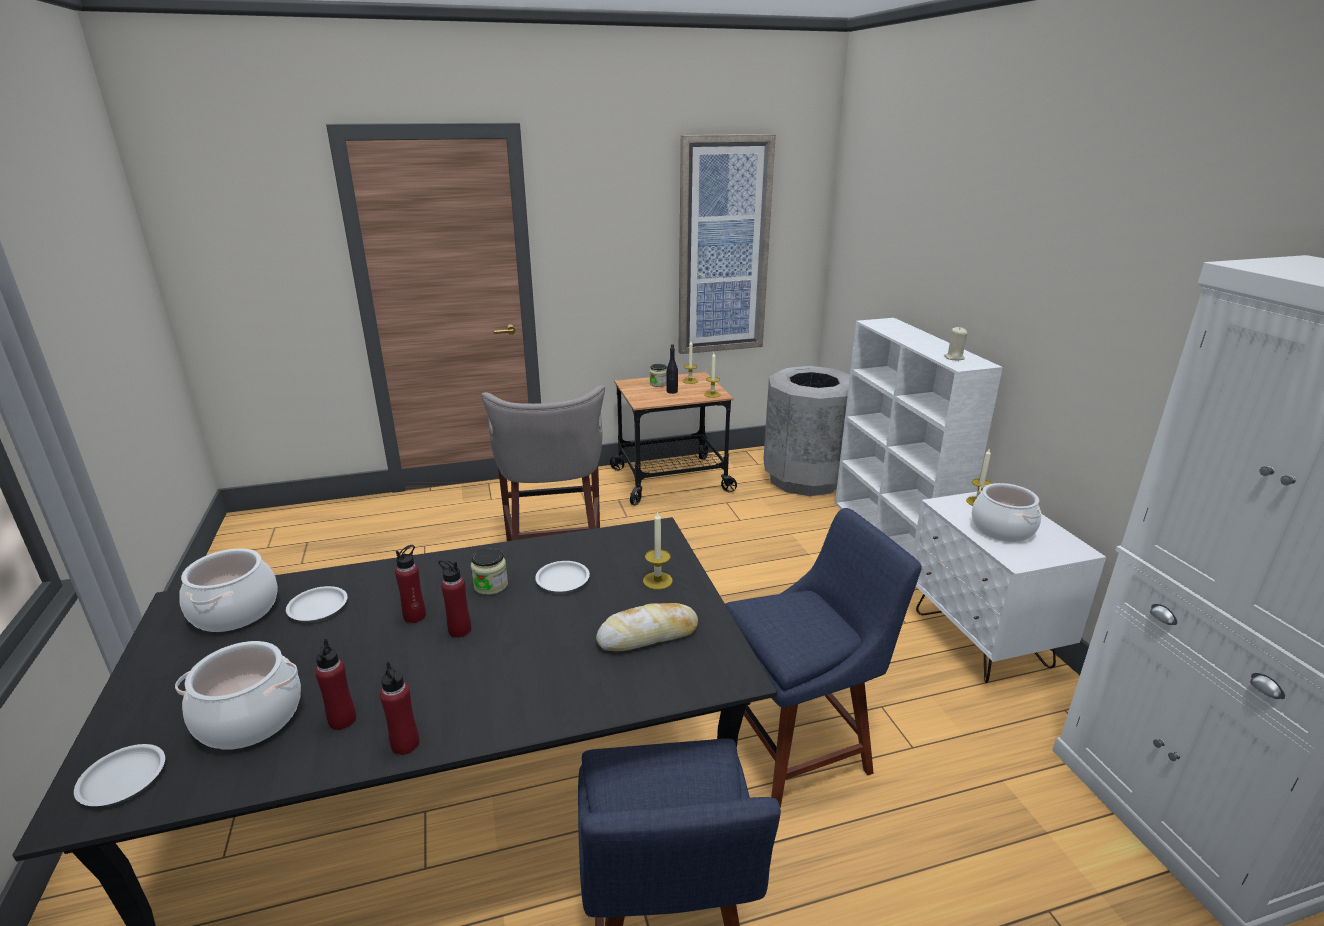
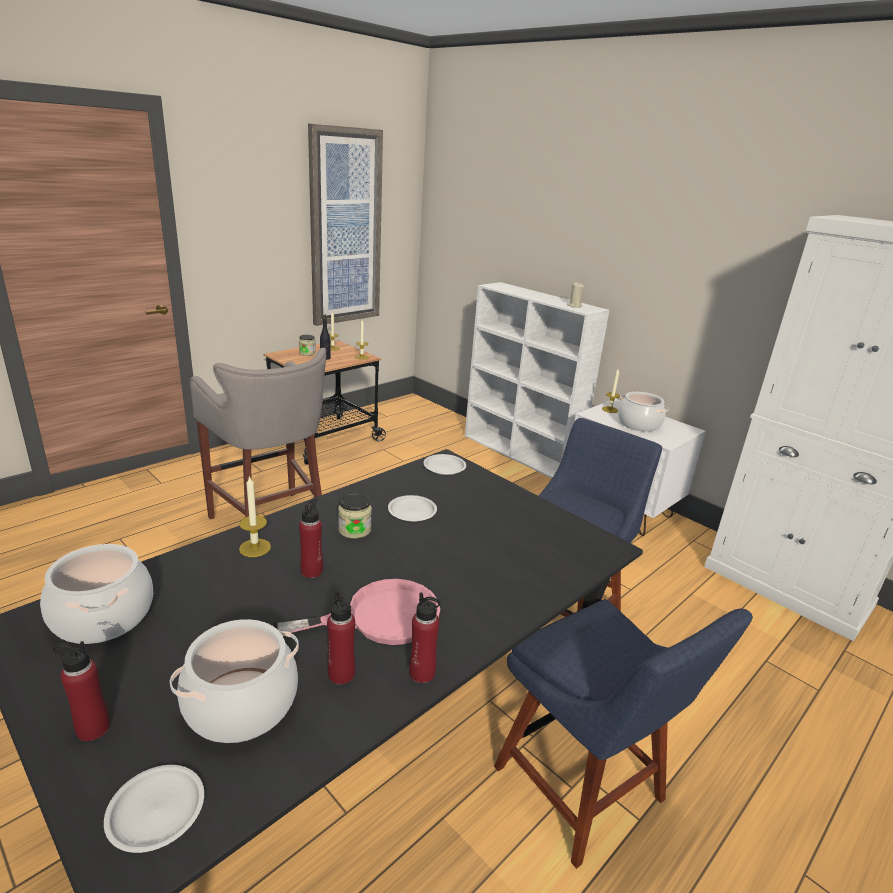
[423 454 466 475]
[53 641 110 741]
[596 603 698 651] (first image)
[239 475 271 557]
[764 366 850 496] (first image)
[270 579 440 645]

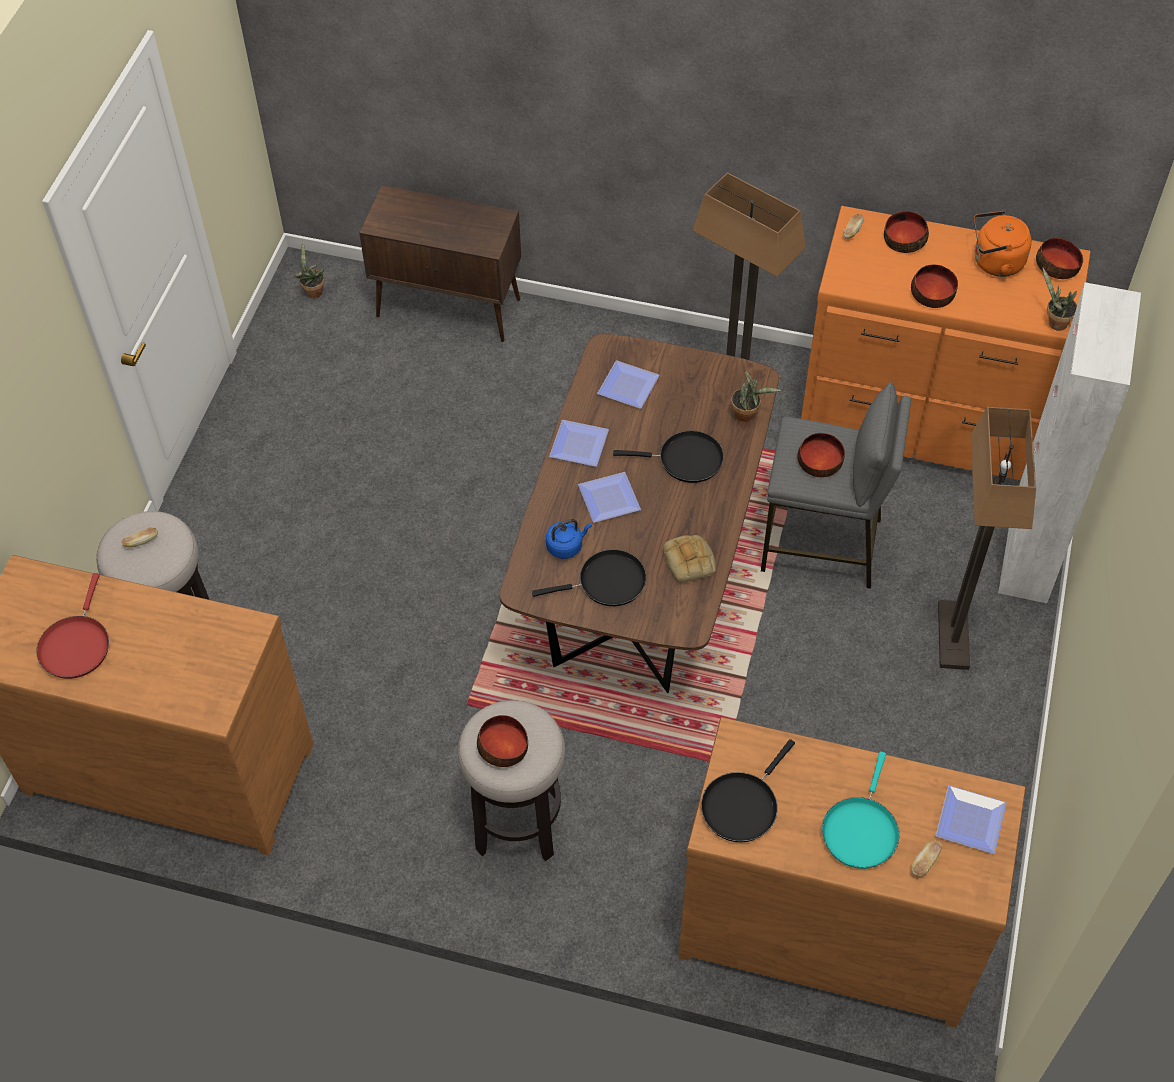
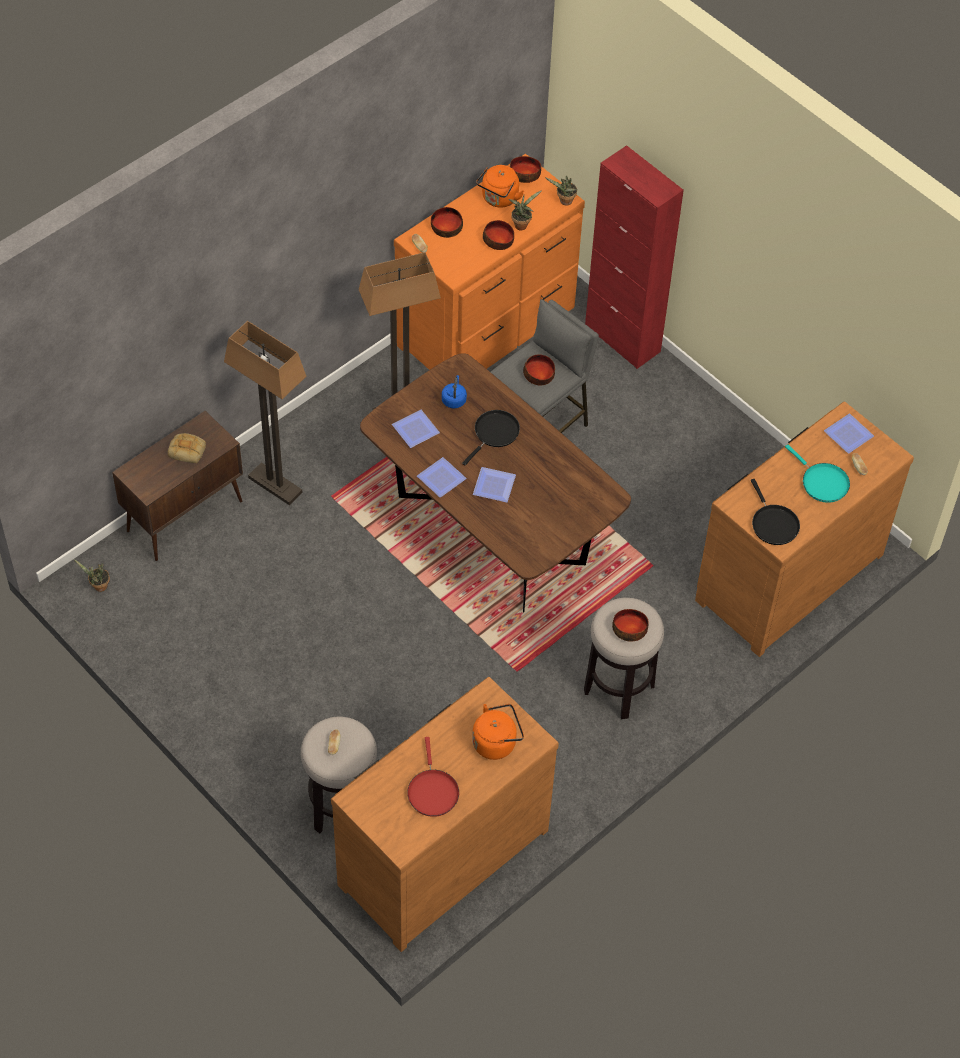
[407 737 459 817]
[532 549 646 606] (first image)
[442 375 467 408]
[168 433 206 463]
[508 190 542 230]
[224 321 306 505]
[585 145 684 369]
[472 704 524 760]

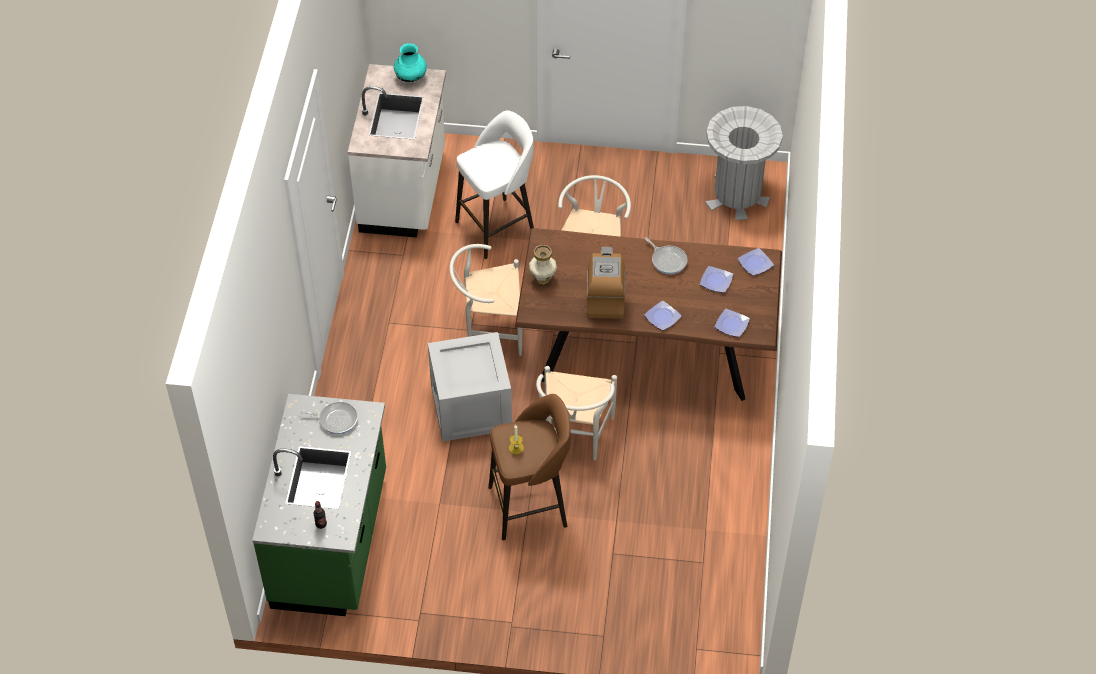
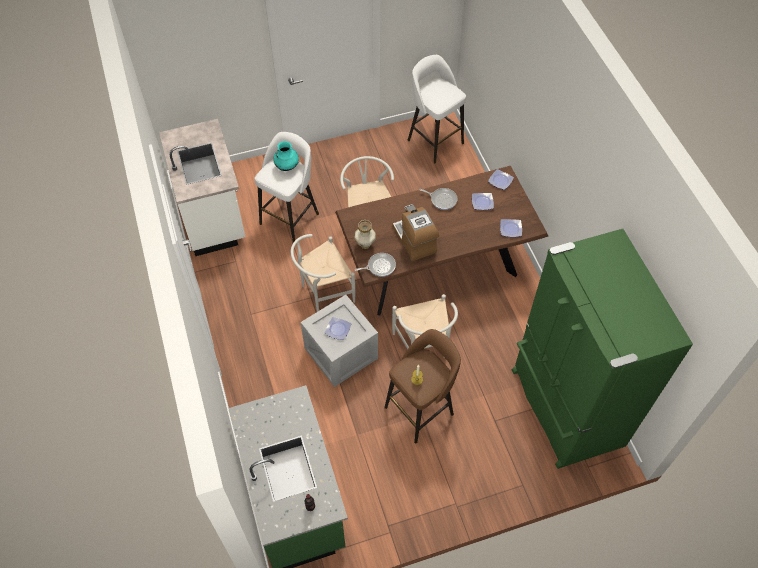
[355 253 396 277]
[273 141 299 171]
[325 317 351 340]
[407 55 466 163]
[512 229 693 469]

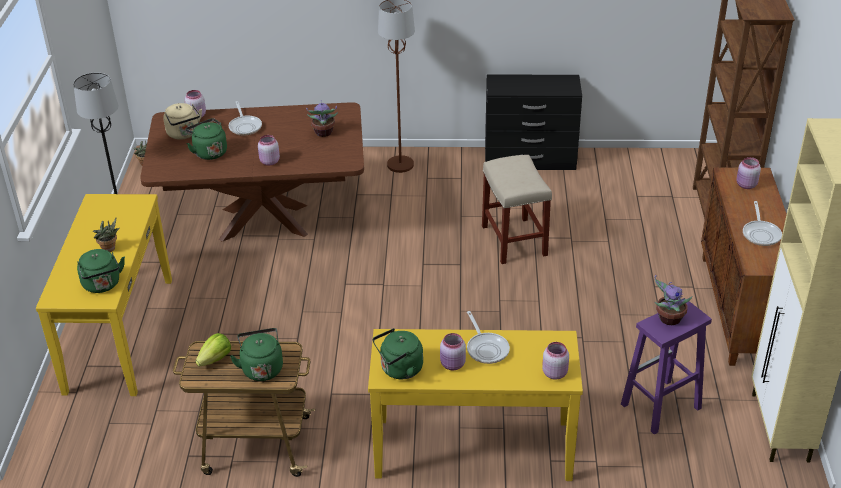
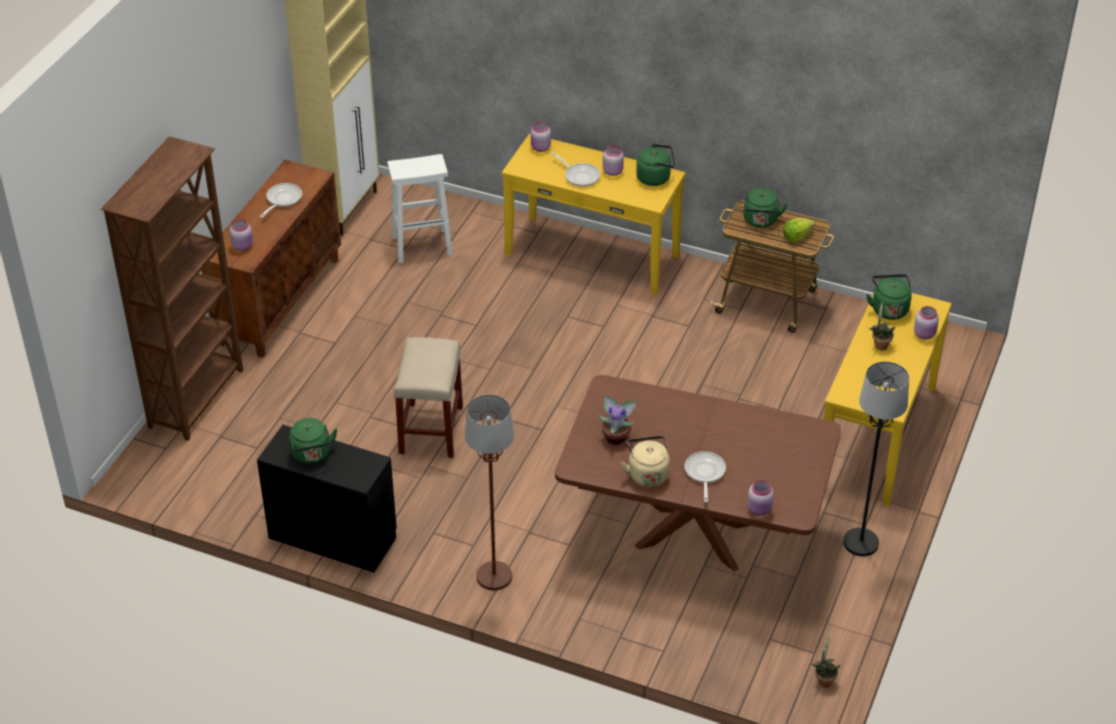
[621 436 670 487]
[289 418 337 464]
[914 306 939 340]
[551 152 600 187]
[387 154 453 263]
[655 275 693 325] (first image)

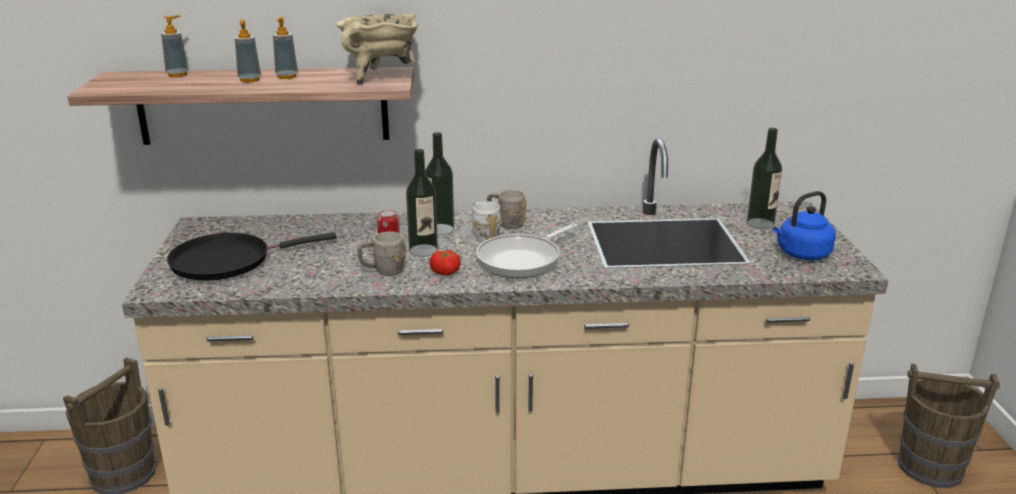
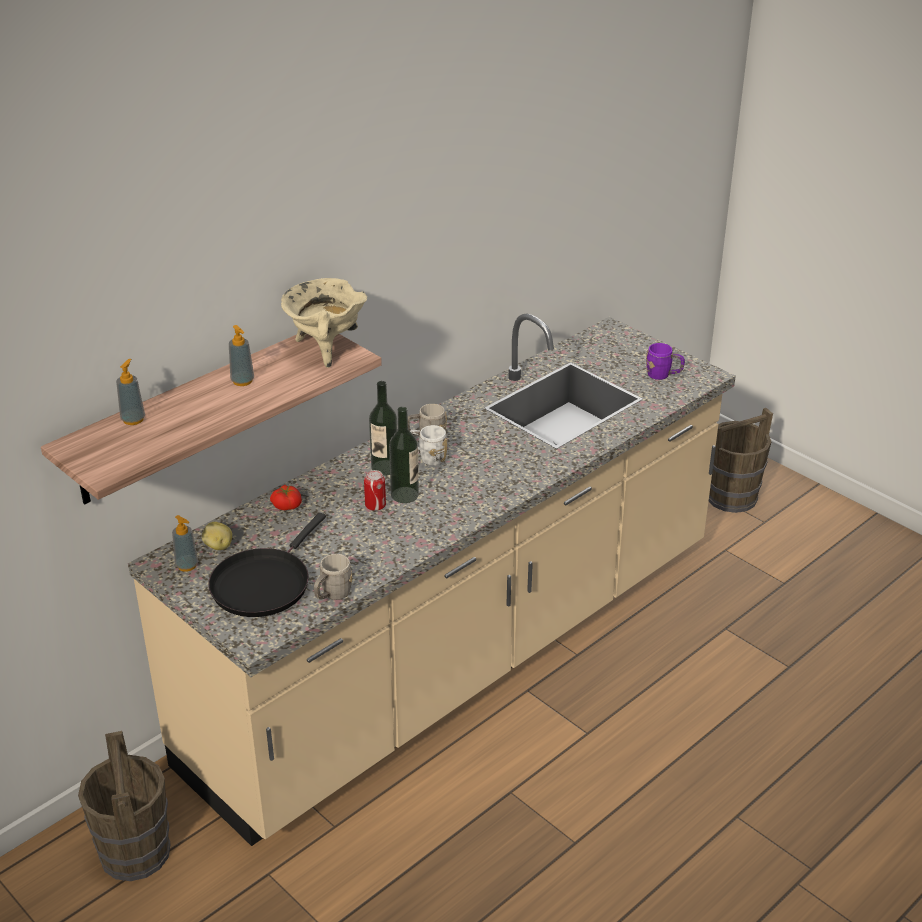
[172 515 198 572]
[314 554 352 600]
[270 485 302 510]
[476 224 578 278] (first image)
[747 128 782 229] (first image)
[646 343 685 380]
[202 522 232 550]

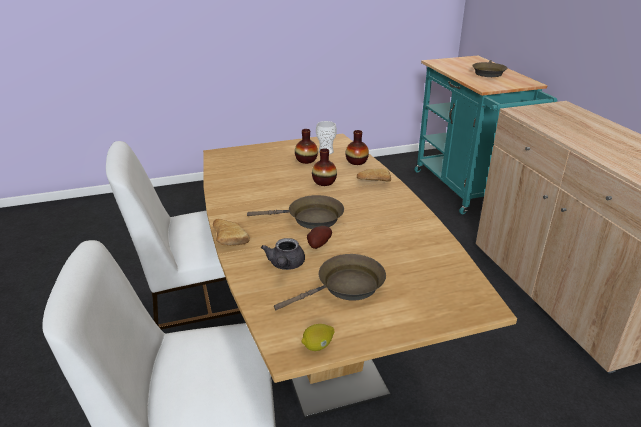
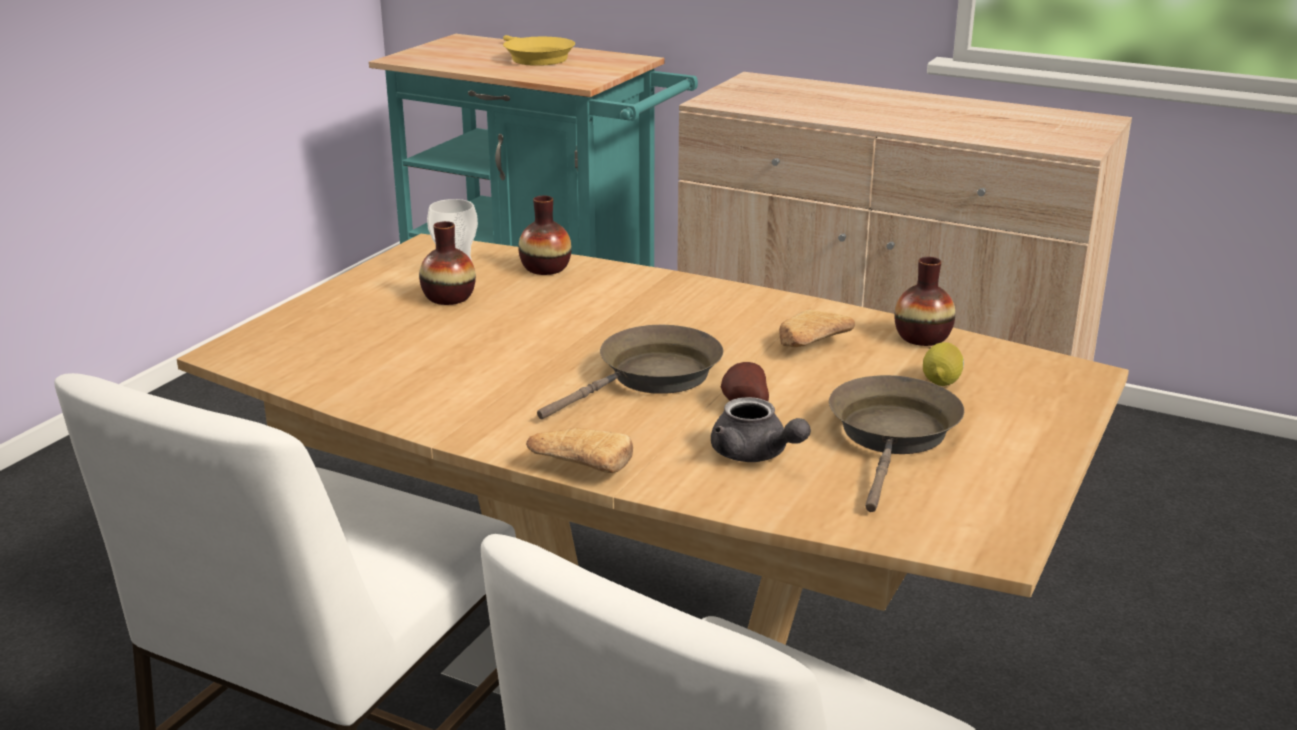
[923 342 964 386]
[894 257 955 346]
[779 310 855 347]
[503 35 575 66]

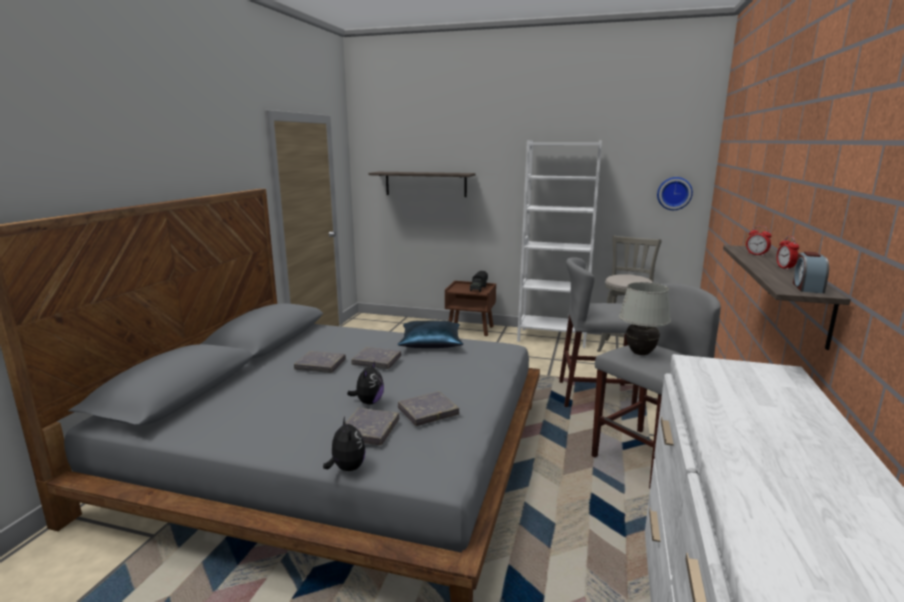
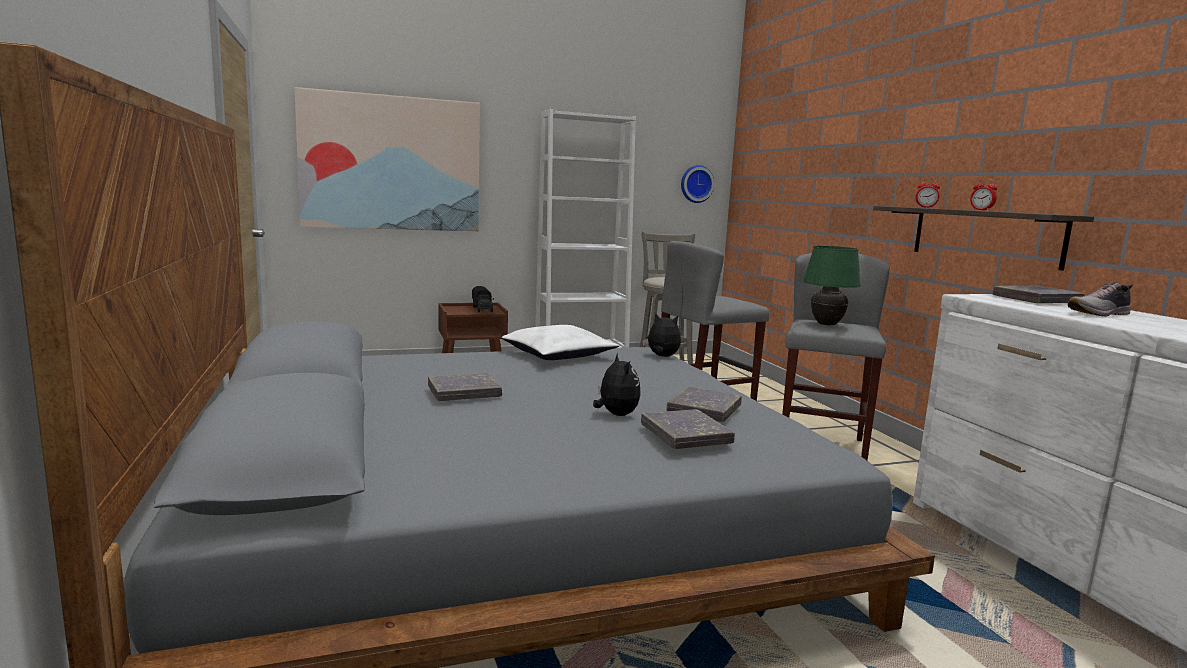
[642 312 681 357]
[992 286 1085 303]
[295 87 480 231]
[502 325 619 360]
[803 246 861 325]
[793 252 829 293] (first image)
[1068 282 1133 317]

